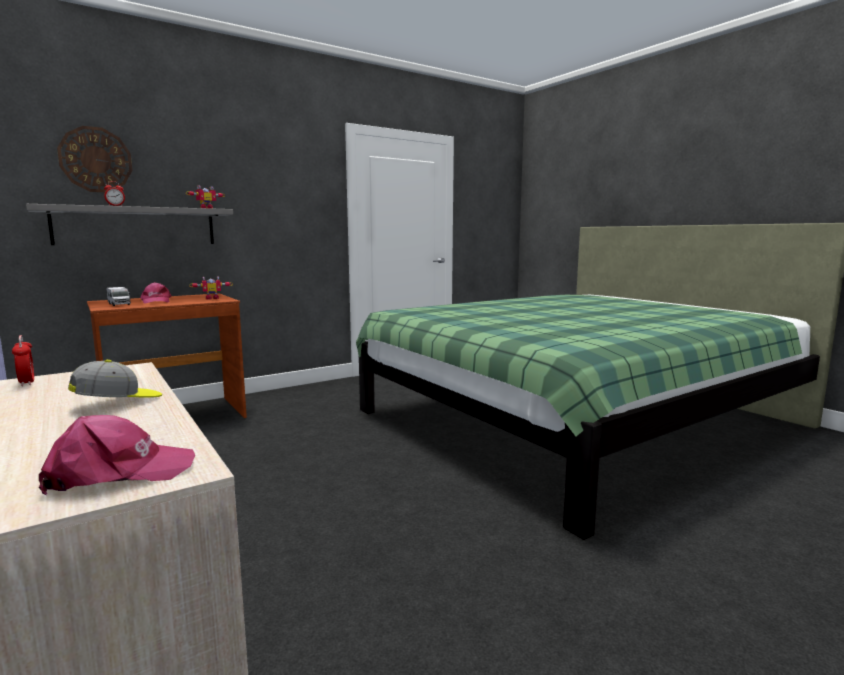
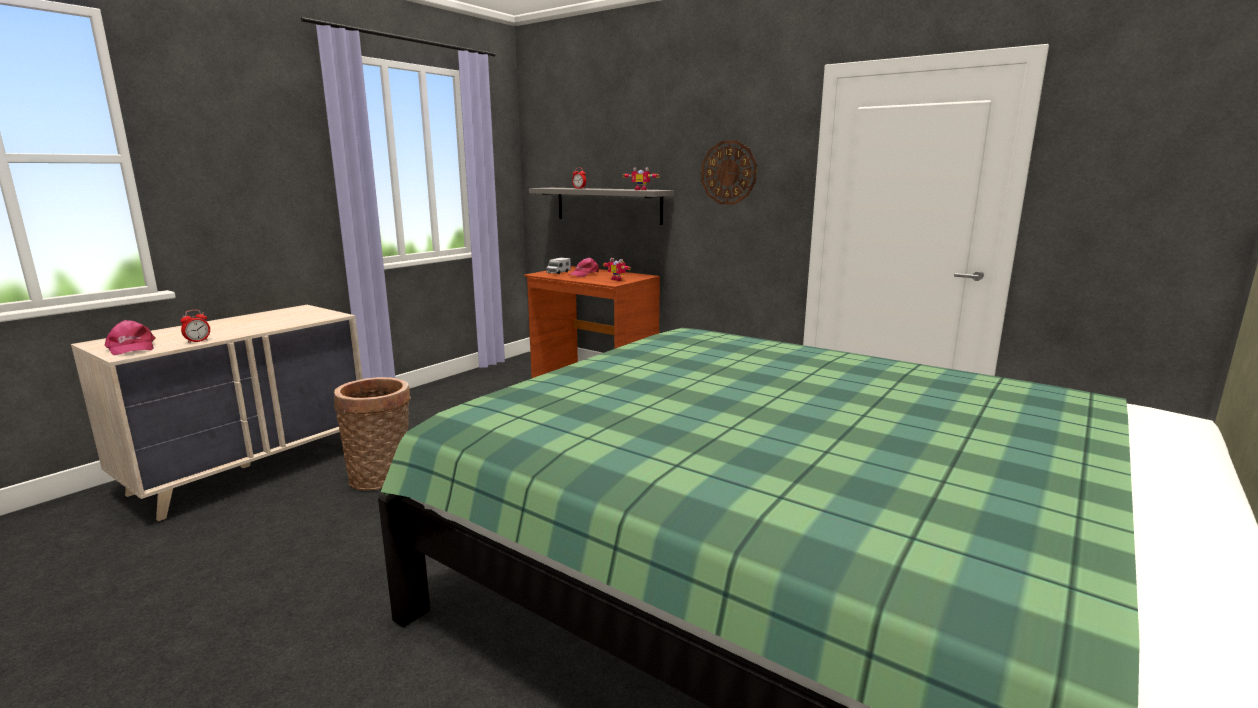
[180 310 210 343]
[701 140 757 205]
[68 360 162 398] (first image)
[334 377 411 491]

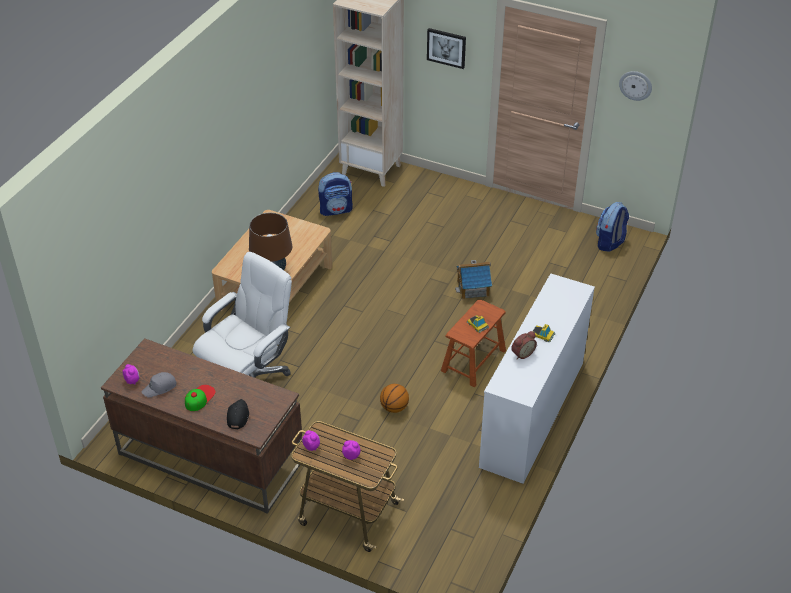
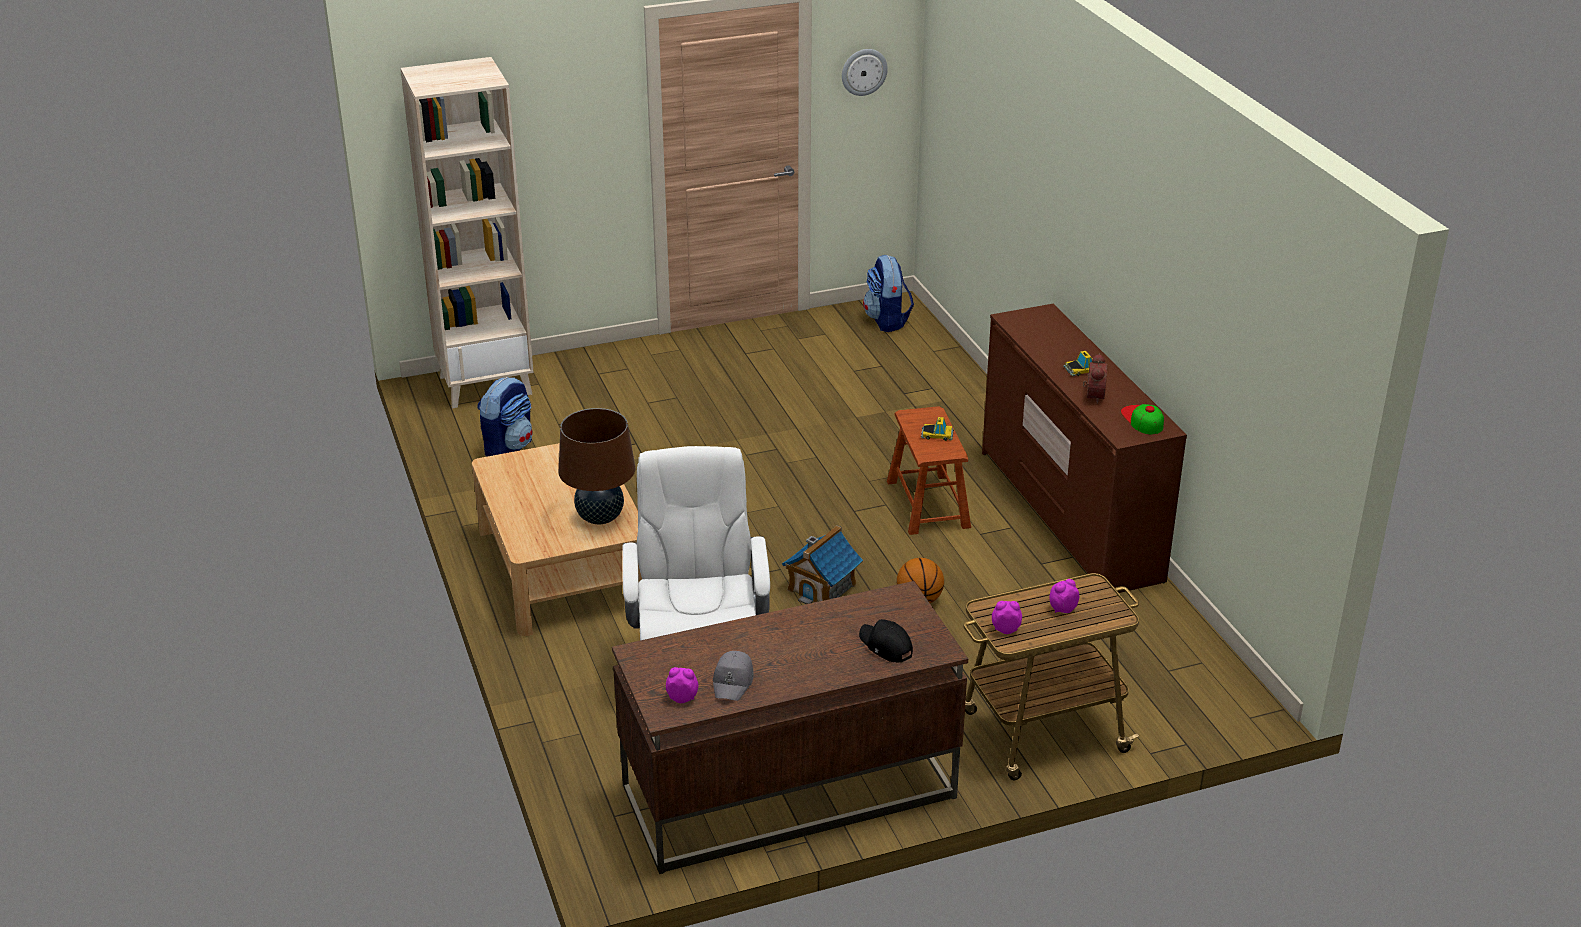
[1121 404 1164 434]
[427 28 466 69] (first image)
[782 525 863 604]
[982 304 1187 593]

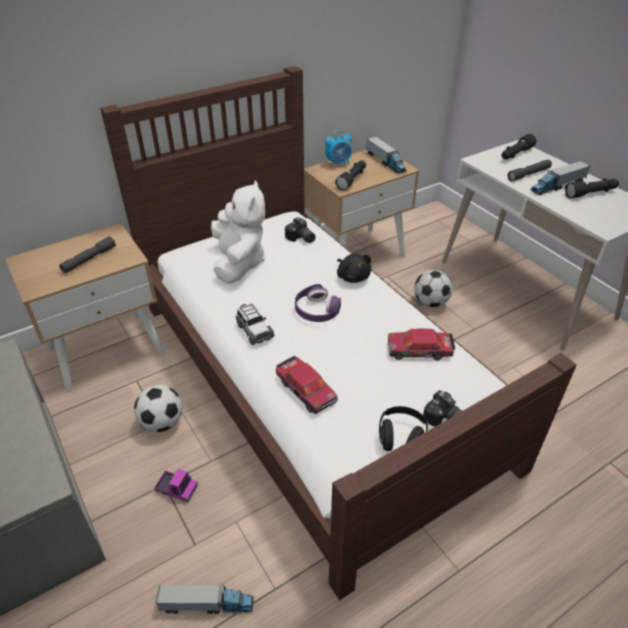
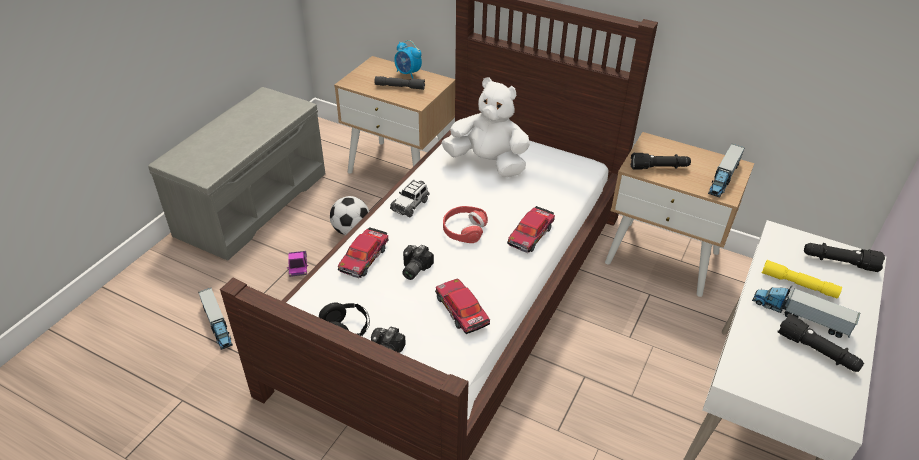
[441 77 530 177]
[402 245 434 280]
[443 206 488 243]
[394 40 422 79]
[507 206 555 253]
[414 270 453 307] (first image)
[762 260 842 299]

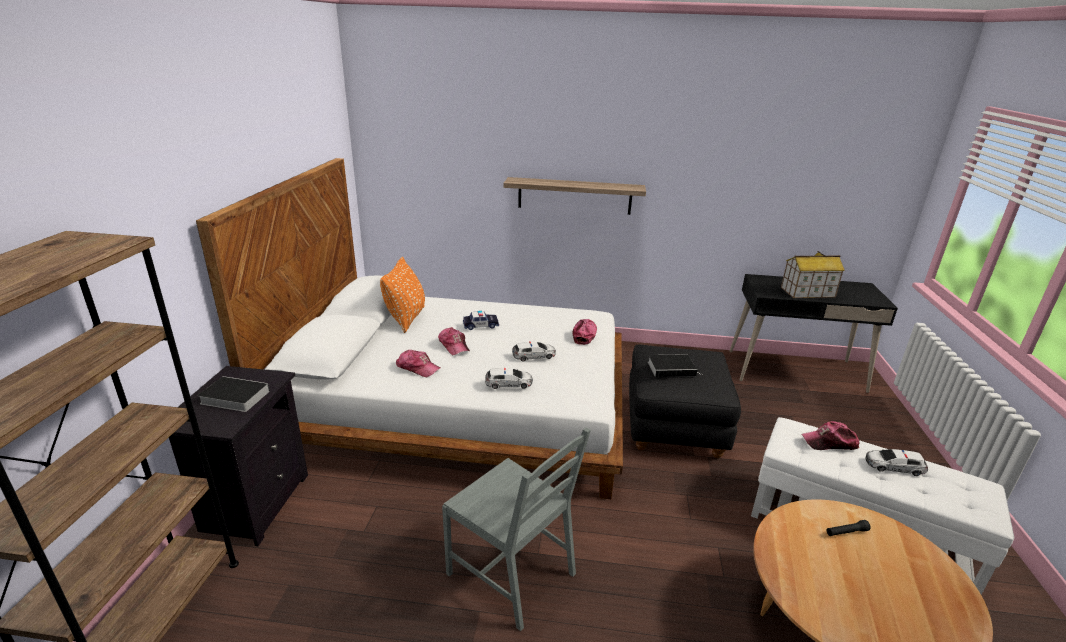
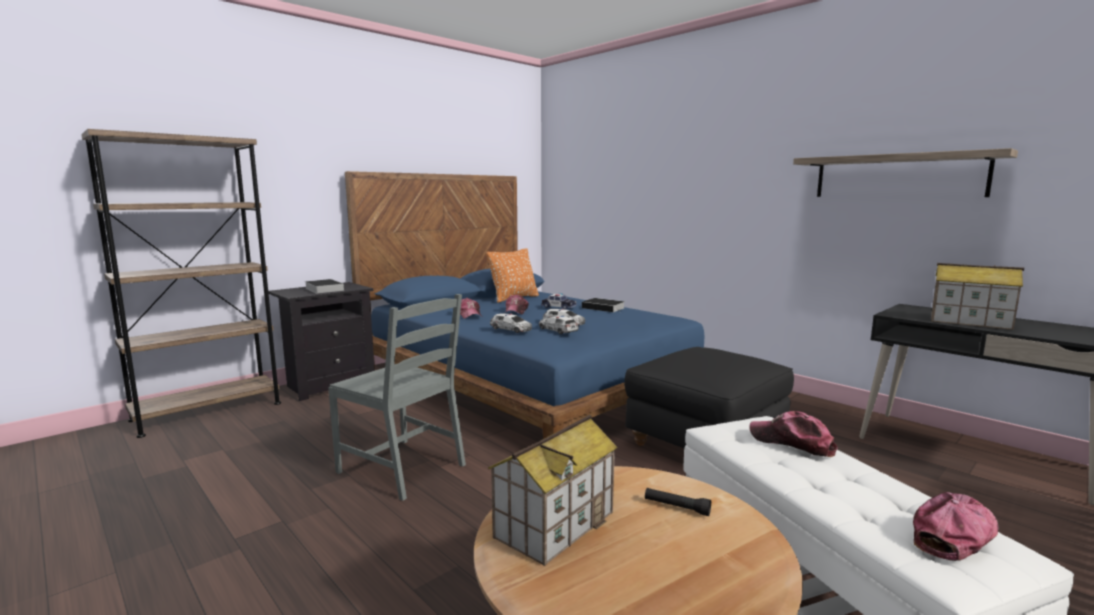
[345 171 704 439]
[328 294 466 501]
[793 148 1018 197]
[913 492 999 561]
[582 298 625 312]
[539 316 579 334]
[488 415 618 566]

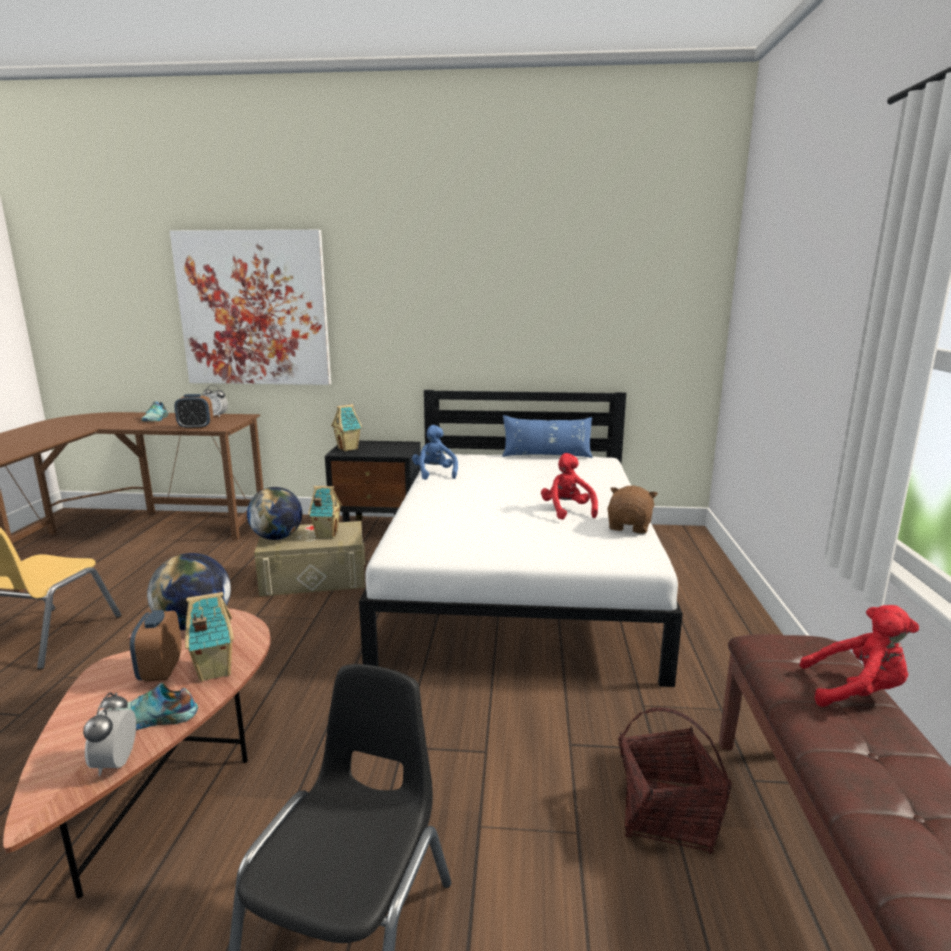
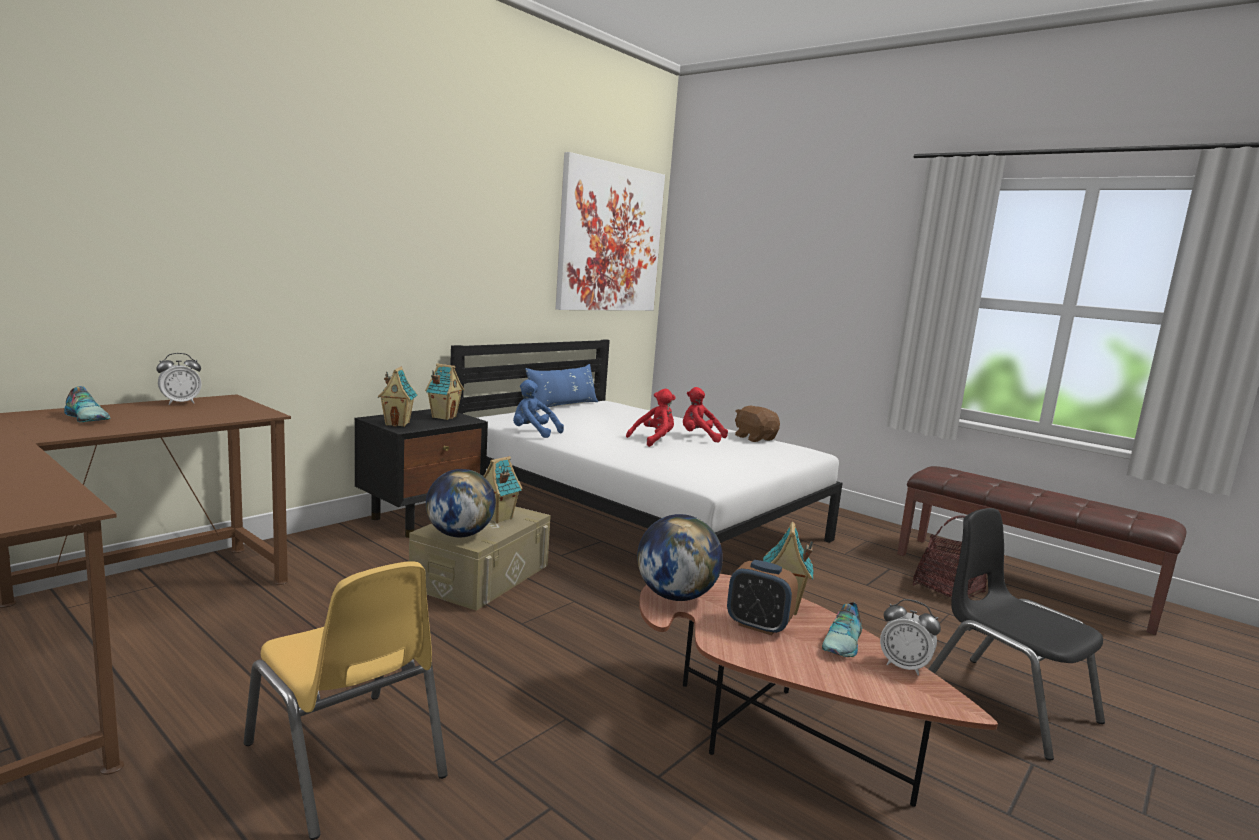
[556 152 665 311]
[174 394 213 429] (first image)
[626 389 676 447]
[425 363 464 420]

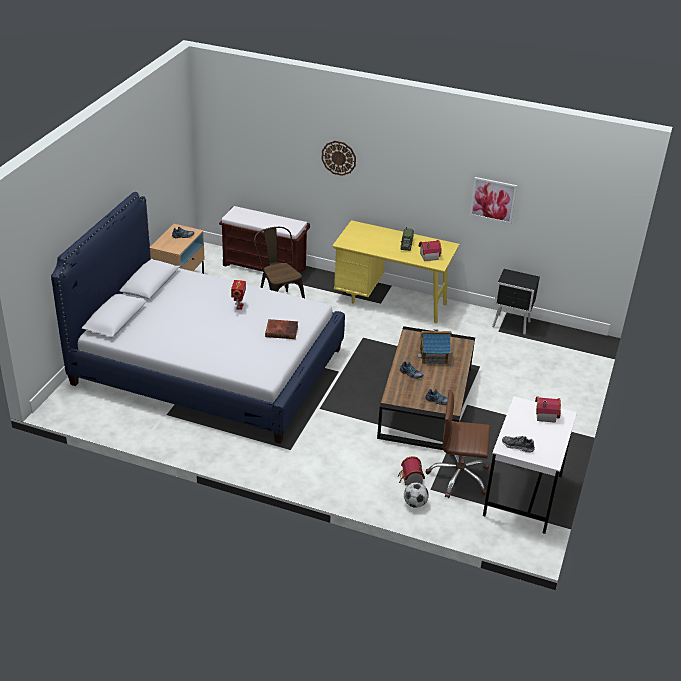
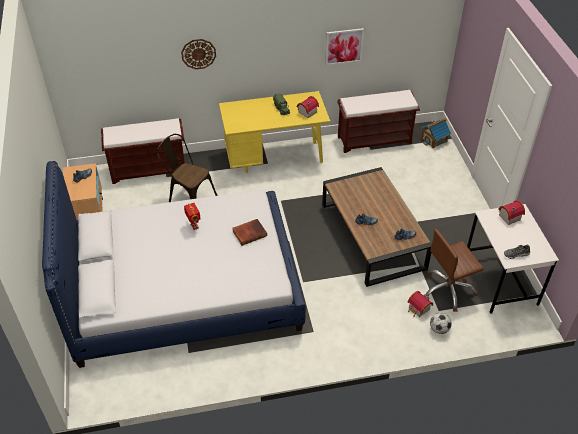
[420 118 451 149]
[337 90 420 153]

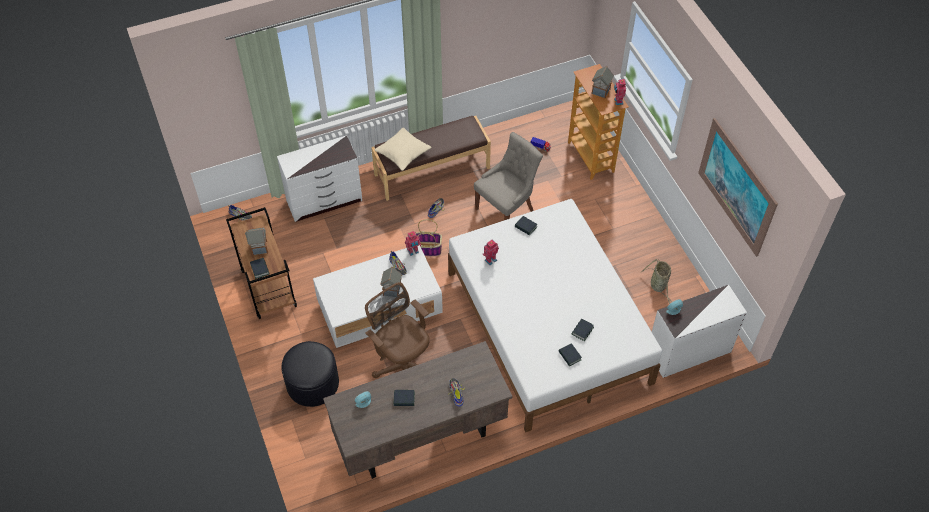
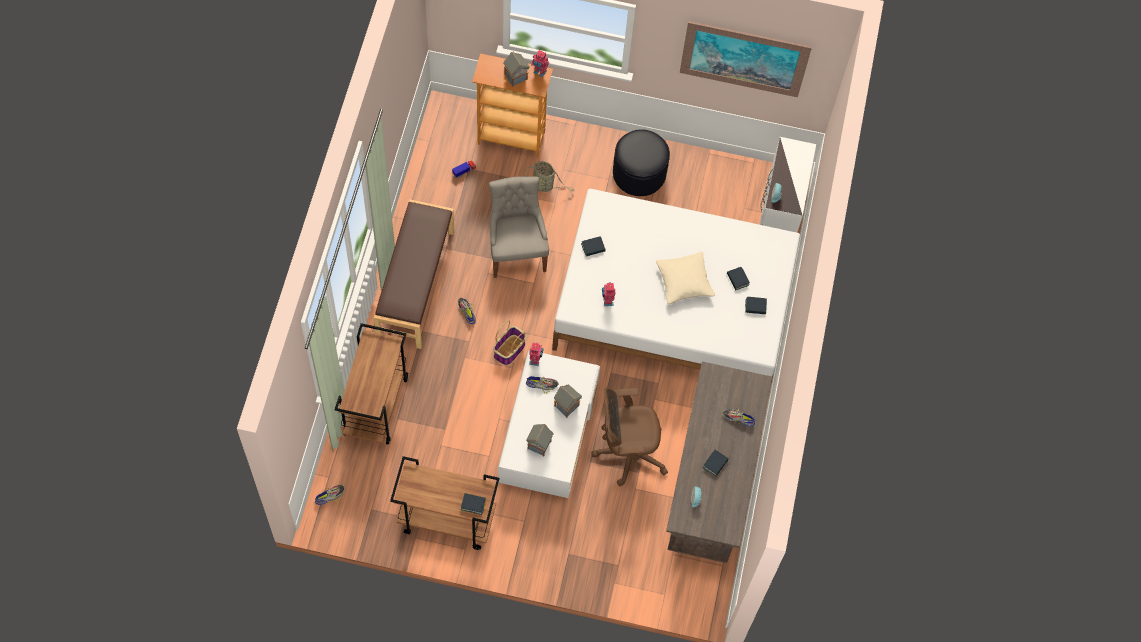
[526 424 554 456]
[335 323 408 445]
[613 129 670 196]
[656 252 715 304]
[524 161 574 192]

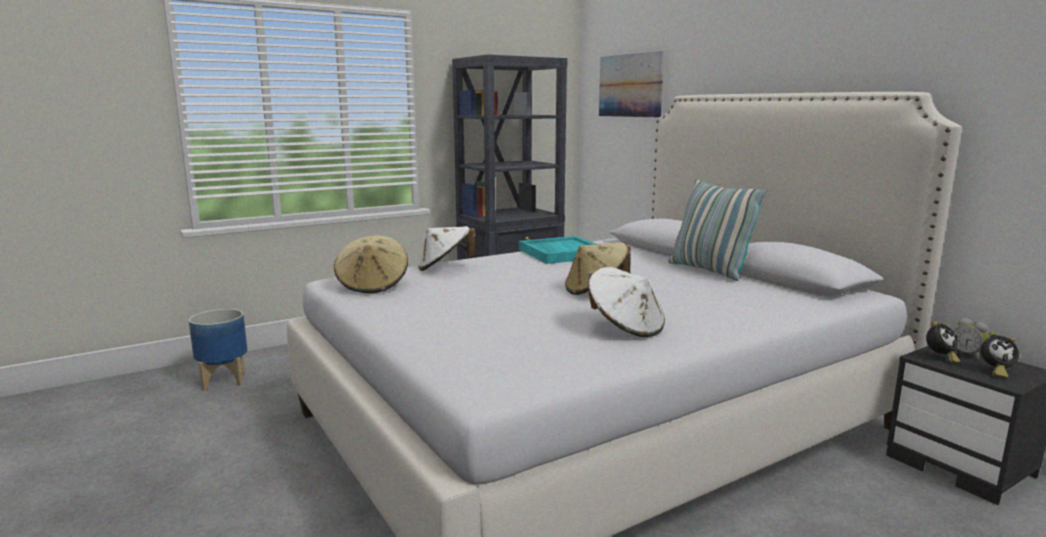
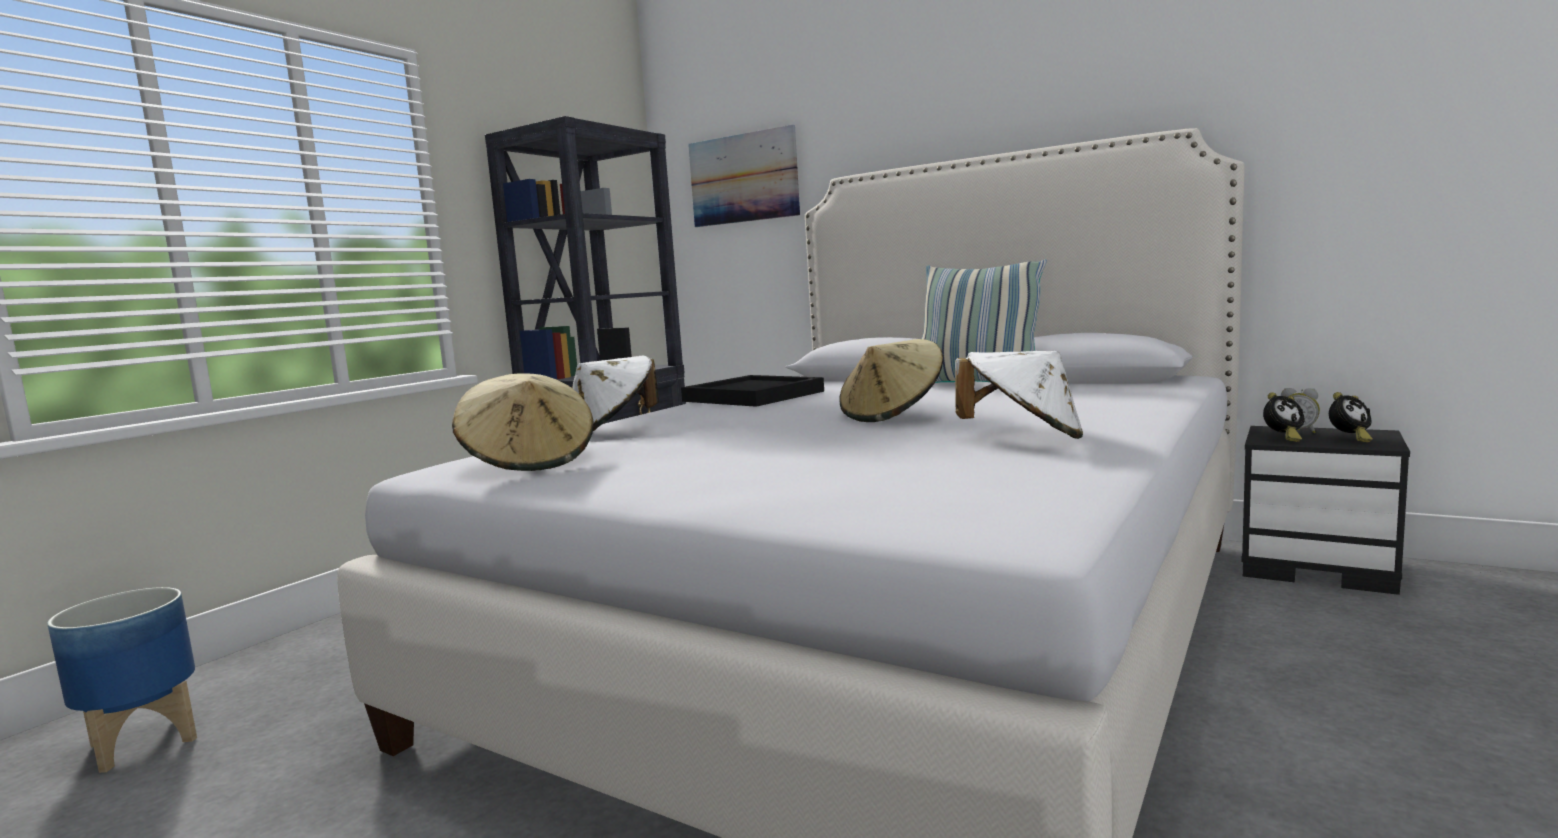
[681 375 824 407]
[1263 393 1305 442]

